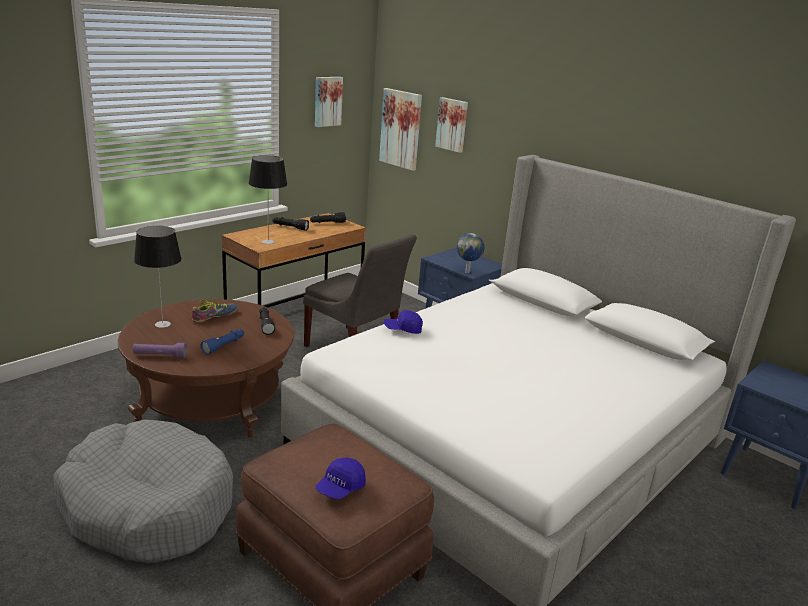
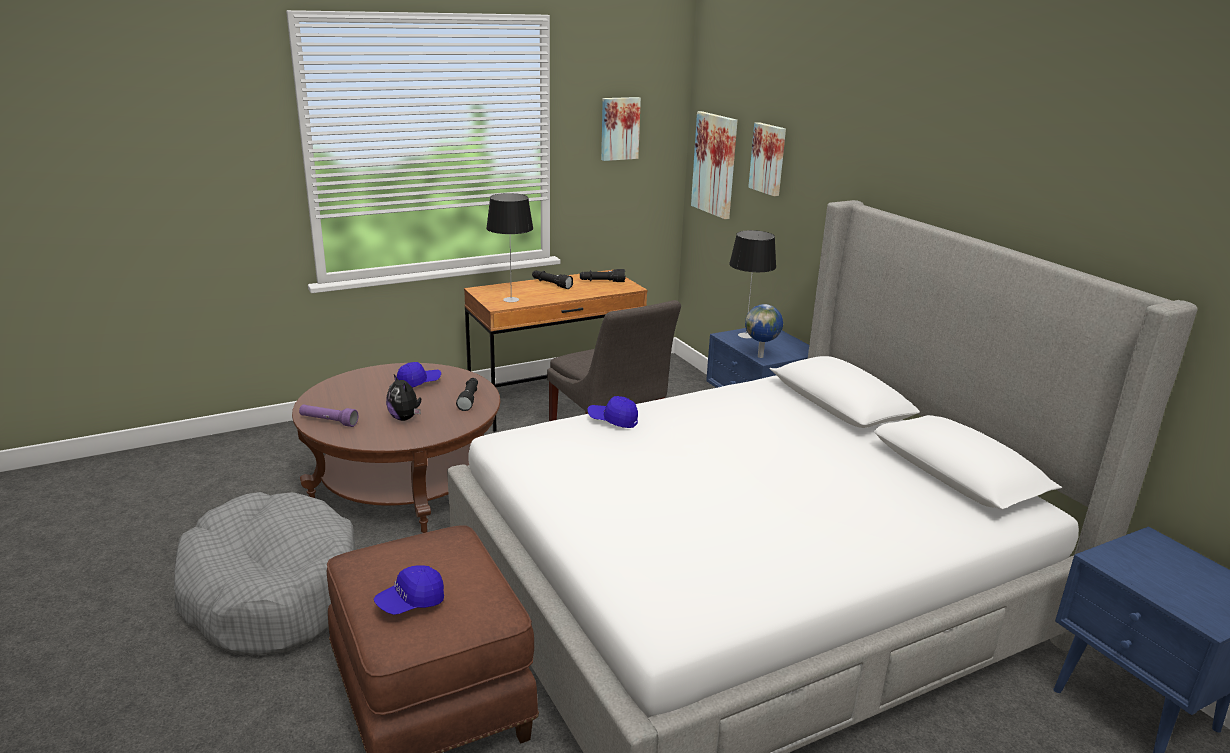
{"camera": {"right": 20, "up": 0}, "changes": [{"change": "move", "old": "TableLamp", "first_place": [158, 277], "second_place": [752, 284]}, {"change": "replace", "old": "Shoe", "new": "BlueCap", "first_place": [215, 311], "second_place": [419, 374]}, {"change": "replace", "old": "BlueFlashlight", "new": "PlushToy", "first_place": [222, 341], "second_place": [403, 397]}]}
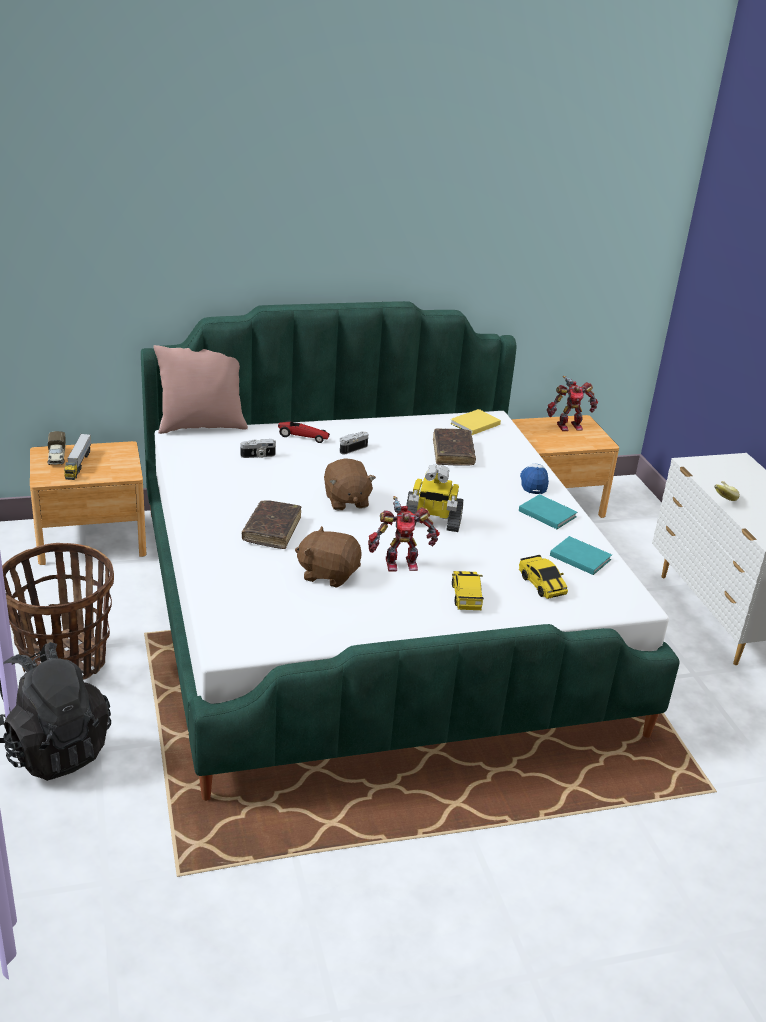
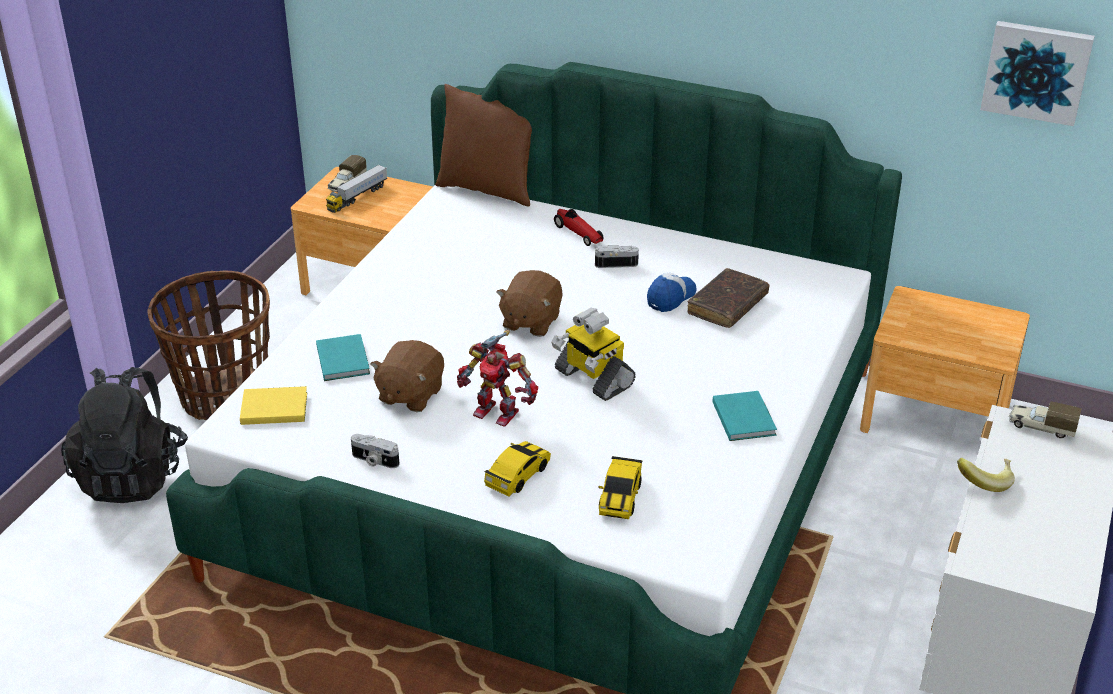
{"camera": {"right": 40, "up": 5}, "changes": [{"change": "delete", "old": "BrownBook", "first_place": [271, 525]}, {"change": "delete", "old": "ToyRobot", "first_place": [572, 403]}, {"change": "insert", "new": "Picture", "second_place": [1037, 73]}, {"change": "insert", "new": "ToyTruck", "second_place": [1045, 419]}, {"change": "move", "old": "PhotoCamera", "first_place": [258, 448], "second_place": [375, 451]}, {"change": "move", "old": "YellowBook", "first_place": [475, 422], "second_place": [273, 405]}, {"change": "move", "old": "Cap", "first_place": [534, 479], "second_place": [672, 292]}, {"change": "move", "old": "TurquoiseBook", "first_place": [581, 555], "second_place": [343, 357]}, {"change": "recolor", "old": "PinkPillow", "new": "BrownPillow", "first_place": [200, 389], "second_place": [483, 145]}, {"change": "rotate", "old": "BrownPlushToy", "first_place": [328, 557], "second_place": [407, 376], "degrees": -120}]}
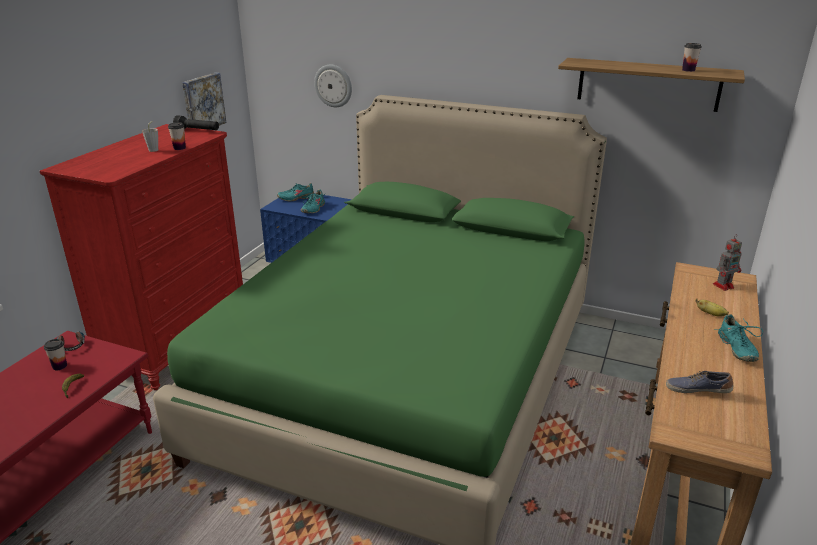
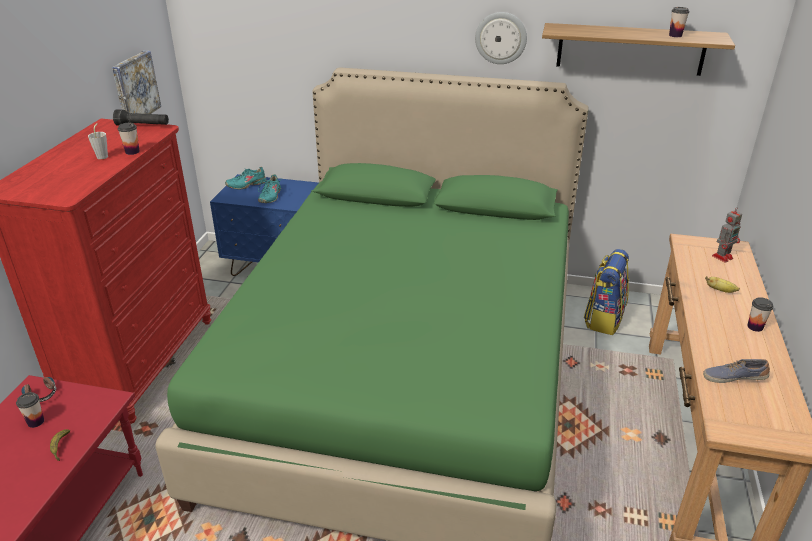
{"camera": {"right": -10, "up": 5}, "changes": [{"change": "insert", "new": "Backpack", "second_place": [606, 292]}, {"change": "move", "old": "WallClock", "first_place": [333, 85], "second_place": [501, 38]}, {"change": "replace", "old": "TurquoiseShoe", "new": "Cup", "first_place": [738, 338], "second_place": [760, 314]}]}
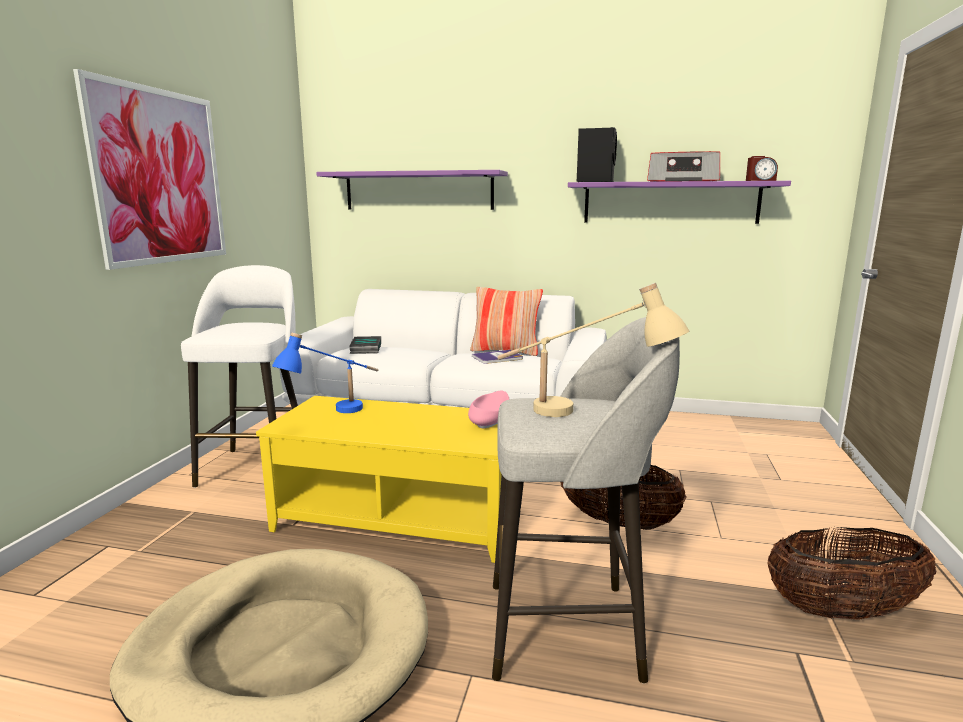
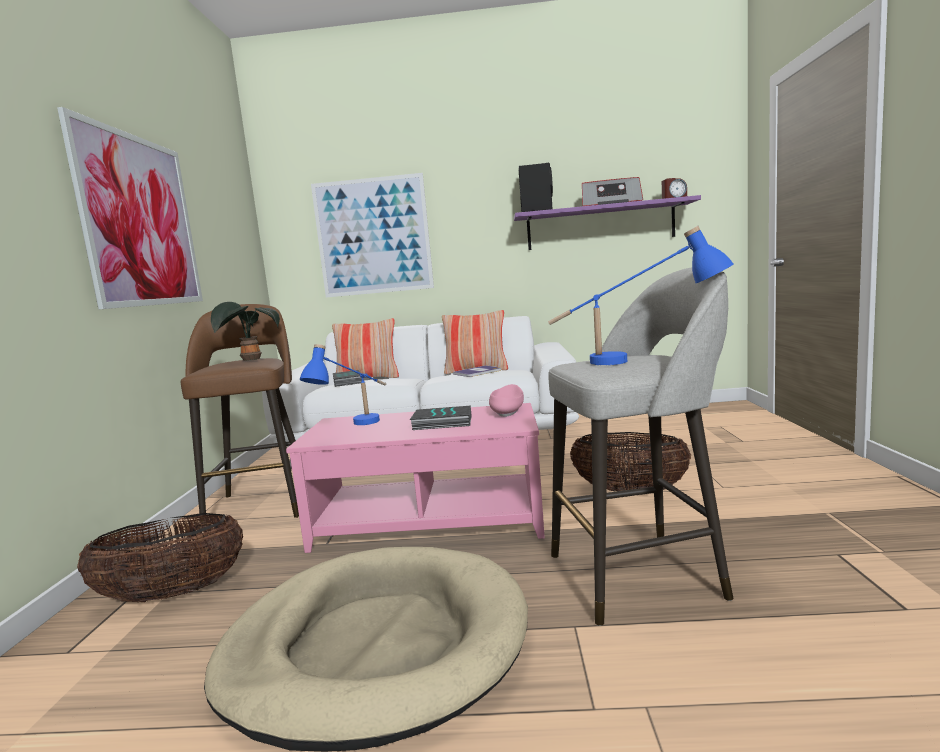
{"camera": {"right": -10, "up": -5}, "changes": [{"change": "insert", "new": "PottedPlant", "second_place": [245, 331]}, {"change": "insert", "new": "Pillow", "second_place": [365, 348]}, {"change": "insert", "new": "Book", "second_place": [441, 418]}, {"change": "move", "old": "Basket", "first_place": [852, 573], "second_place": [160, 557]}, {"change": "replace", "old": "PurpleShelf", "new": "Picture", "first_place": [412, 190], "second_place": [372, 235]}, {"change": "recolor", "old": "WhiteStool", "new": "BrownStool", "first_place": [239, 376], "second_place": [240, 415]}, {"change": "recolor", "old": "YellowCoffeeTable", "new": "PinkCoffeeTable", "first_place": [379, 479], "second_place": [415, 478]}, {"change": "recolor", "old": "BeigeTableLamp", "new": "BlueTableLamp", "first_place": [593, 350], "second_place": [640, 295]}]}
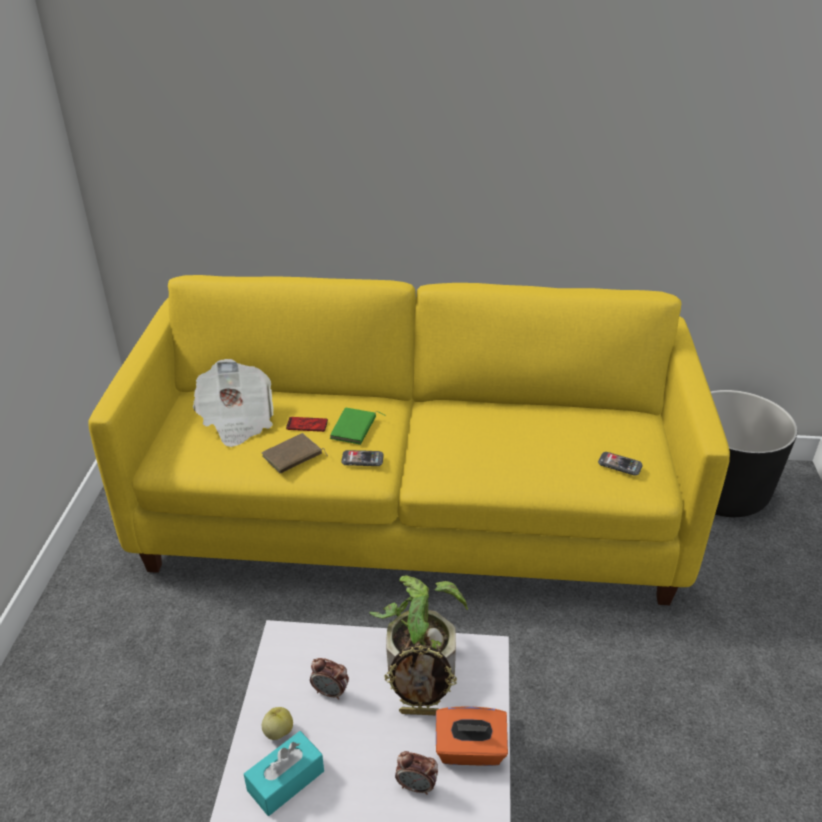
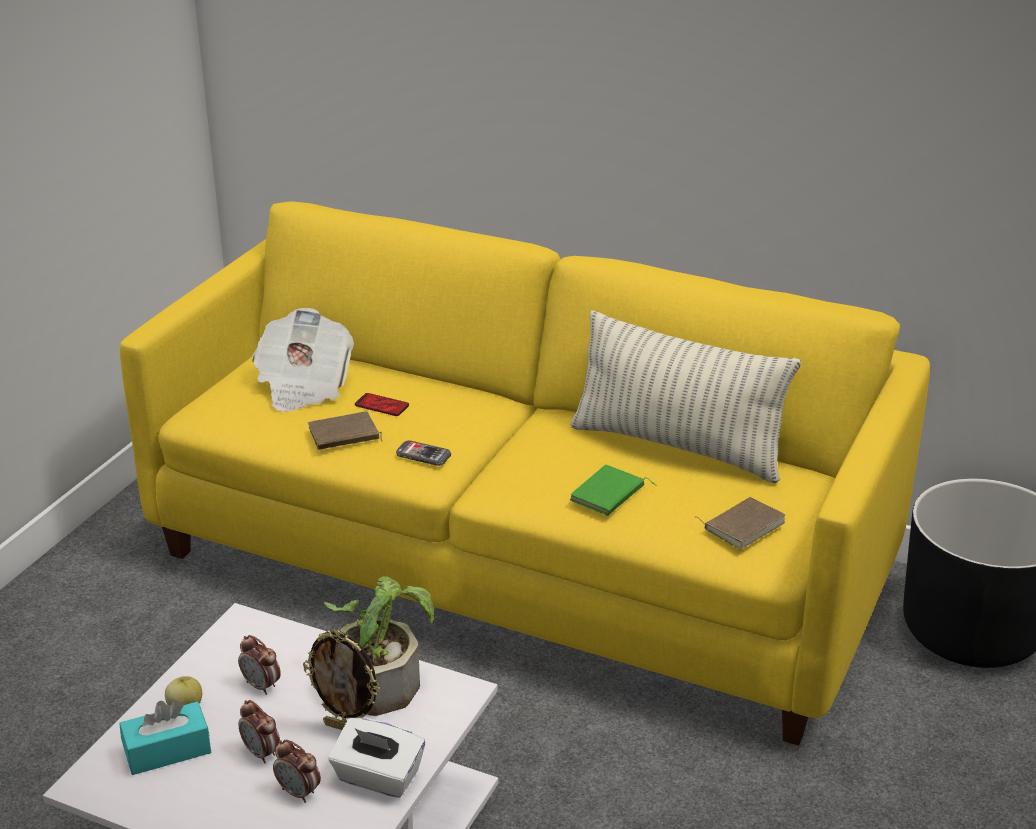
{"camera": {"right": 20, "up": -5}, "changes": [{"change": "insert", "new": "AlarmClock", "second_place": [259, 732]}, {"change": "insert", "new": "Pillow", "second_place": [685, 396]}, {"change": "move", "old": "GreenBook", "first_place": [358, 426], "second_place": [613, 490]}, {"change": "replace", "old": "Phone", "new": "BrownBook", "first_place": [620, 464], "second_place": [740, 523]}, {"change": "recolor", "old": "OrangeTissueBox", "new": "WhiteTissueBox", "first_place": [472, 736], "second_place": [376, 758]}]}
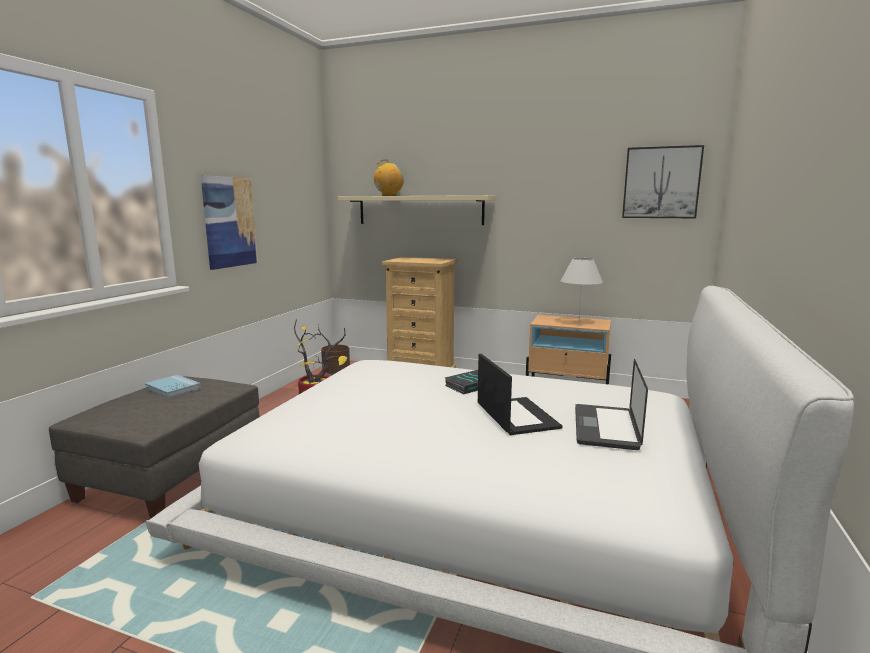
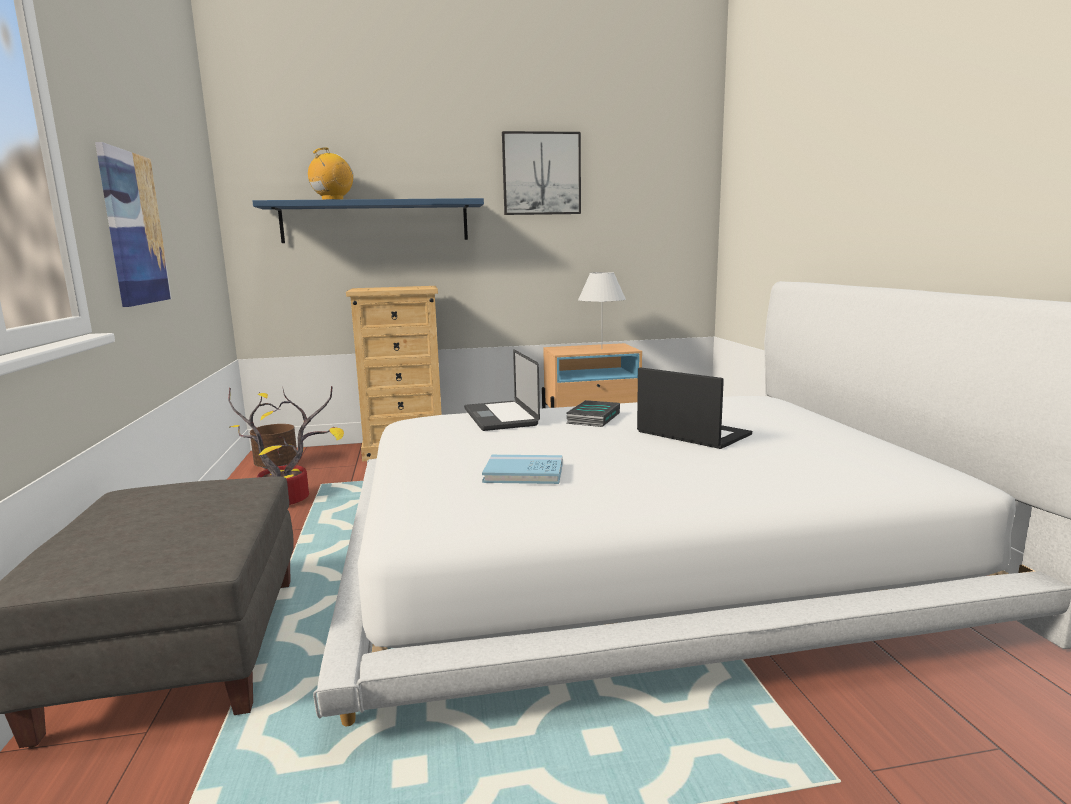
{"camera": {"right": -30, "up": 0}, "changes": [{"change": "move", "old": "BlueBook", "first_place": [173, 386], "second_place": [522, 469]}, {"change": "move", "old": "Laptop", "first_place": [611, 404], "second_place": [502, 390]}, {"change": "move", "old": "Picture", "first_place": [663, 181], "second_place": [541, 173]}, {"change": "recolor", "old": "BeigeShelf", "new": "BlueShelf", "first_place": [416, 210], "second_place": [368, 220]}]}
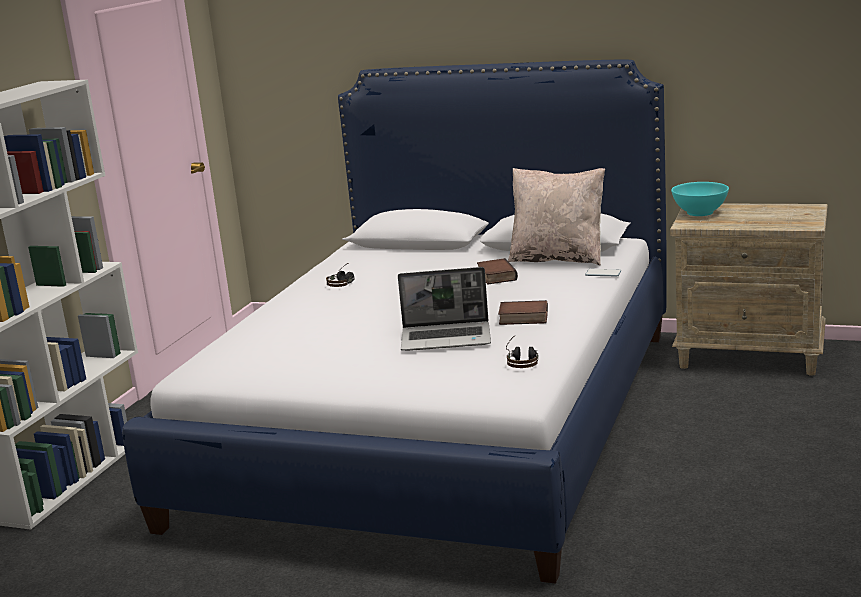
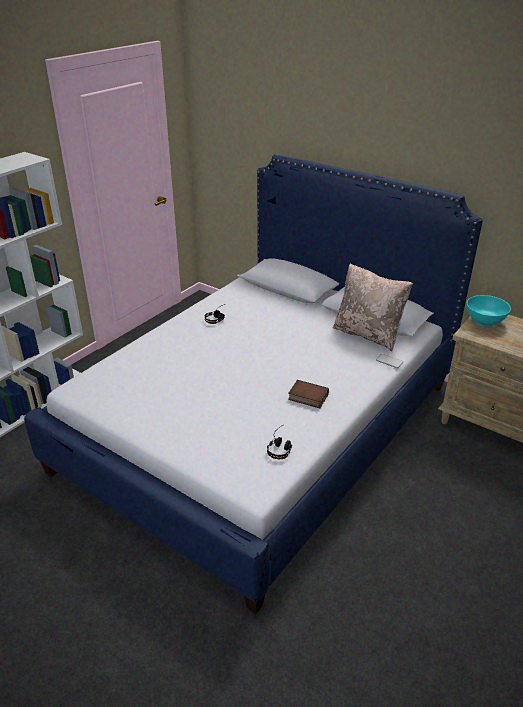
{"camera": {"right": 15, "up": 15}, "changes": [{"change": "delete", "old": "Laptop", "first_place": [444, 309]}, {"change": "delete", "old": "Book", "first_place": [497, 271]}]}
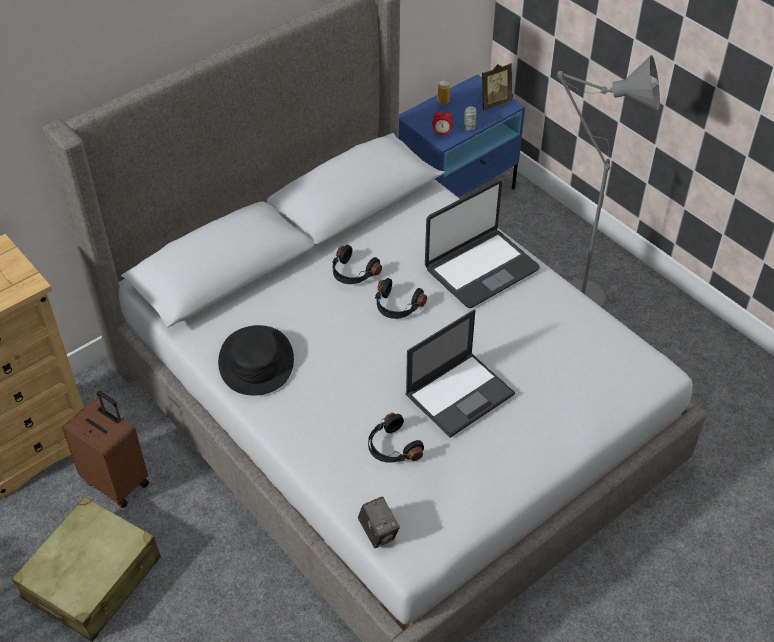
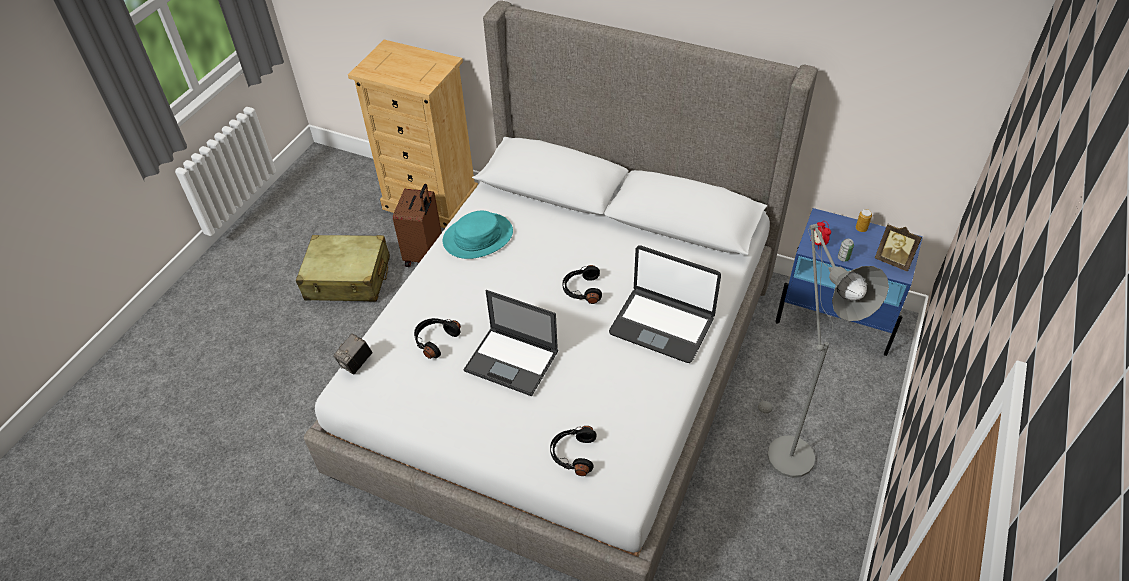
{"camera": {"right": 65, "up": 0}, "changes": [{"change": "move", "old": "BlackHeadphones", "first_place": [357, 264], "second_place": [573, 451]}, {"change": "recolor", "old": "BlackHat", "new": "TurquoiseHat", "first_place": [256, 360], "second_place": [478, 235]}]}
